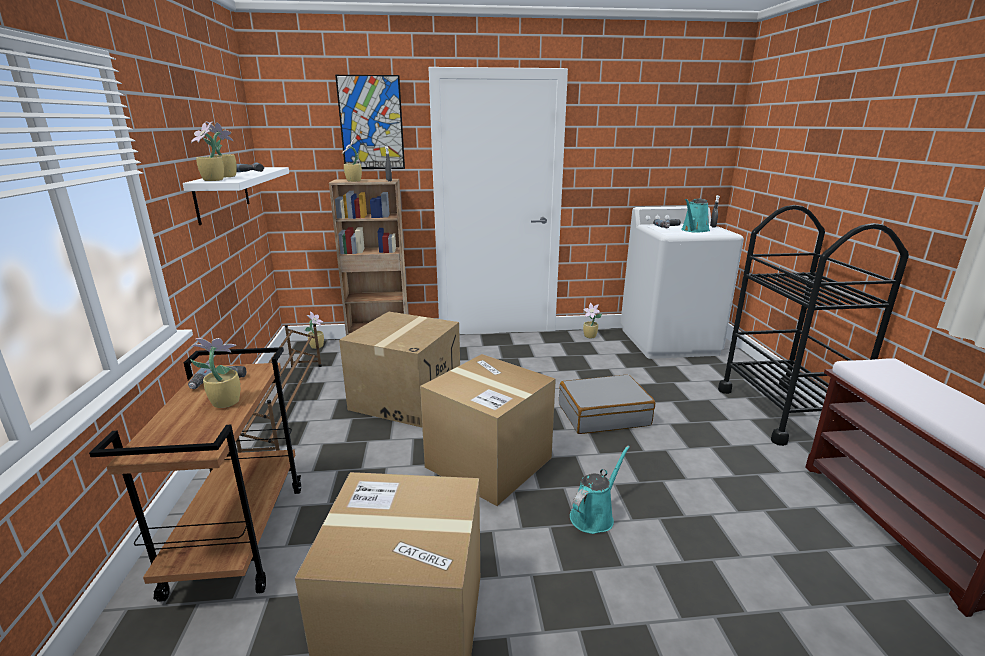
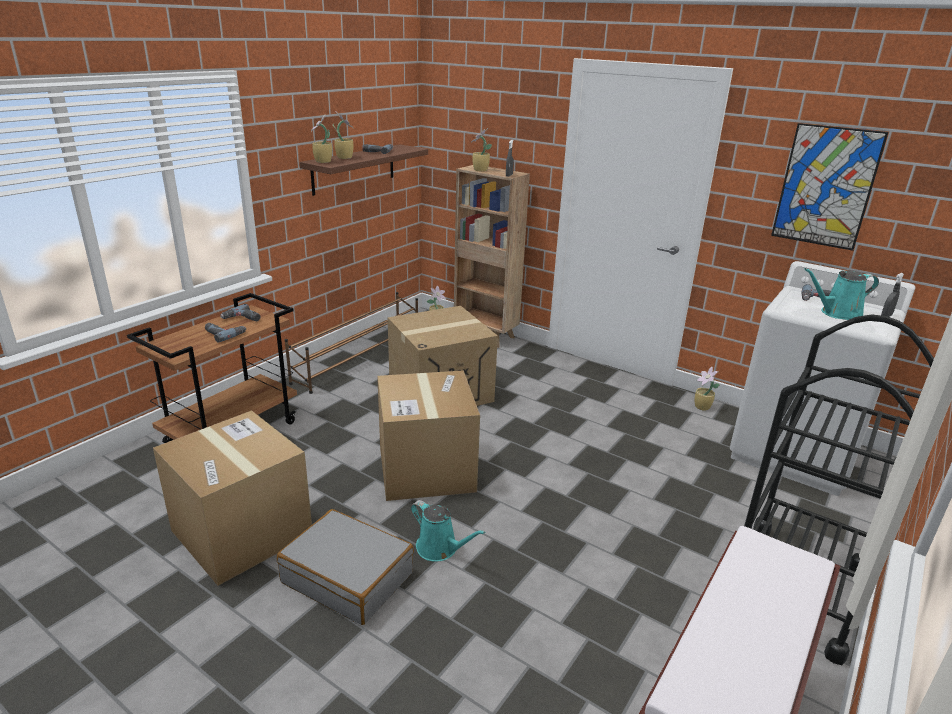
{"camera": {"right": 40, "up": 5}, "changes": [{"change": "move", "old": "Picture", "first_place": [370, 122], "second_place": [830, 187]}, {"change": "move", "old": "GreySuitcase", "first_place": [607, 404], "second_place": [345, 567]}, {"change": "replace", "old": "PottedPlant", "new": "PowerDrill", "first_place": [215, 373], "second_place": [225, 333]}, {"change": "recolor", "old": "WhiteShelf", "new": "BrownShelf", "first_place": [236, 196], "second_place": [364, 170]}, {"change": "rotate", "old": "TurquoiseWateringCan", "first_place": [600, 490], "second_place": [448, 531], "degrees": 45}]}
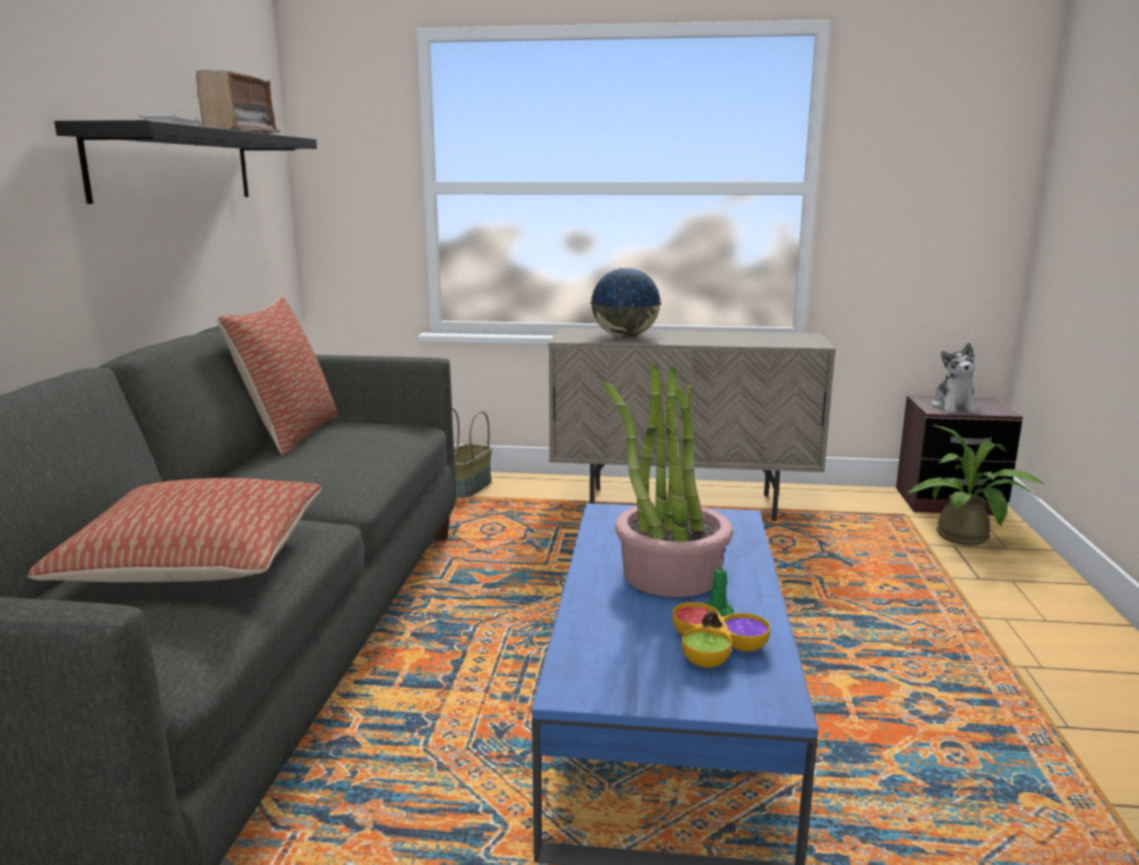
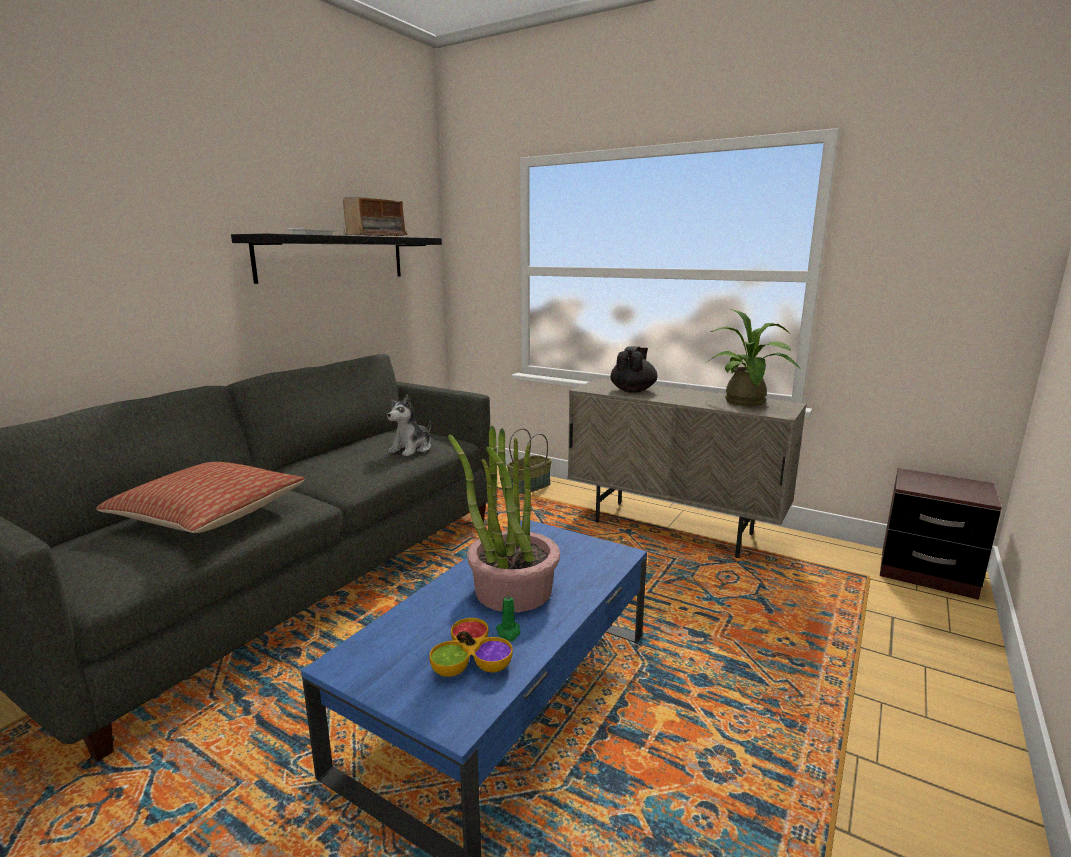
{"camera": {"right": 25, "up": 0}, "changes": [{"change": "delete", "old": "Pillow", "first_place": [277, 377]}, {"change": "move", "old": "PottedPlant", "first_place": [975, 484], "second_place": [753, 357]}, {"change": "move", "old": "PlushToy", "first_place": [955, 378], "second_place": [409, 425]}, {"change": "replace", "old": "Globe", "new": "BlackTeapot", "first_place": [626, 302], "second_place": [634, 369]}]}
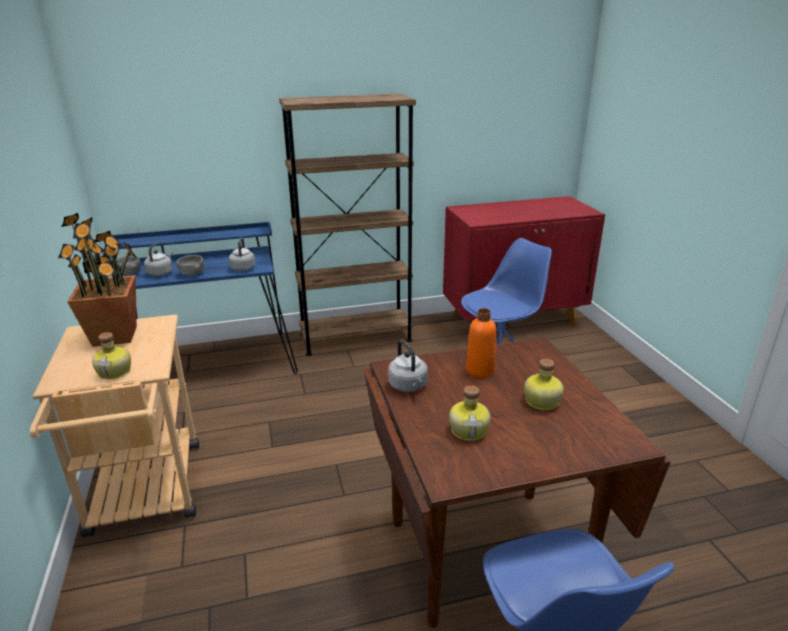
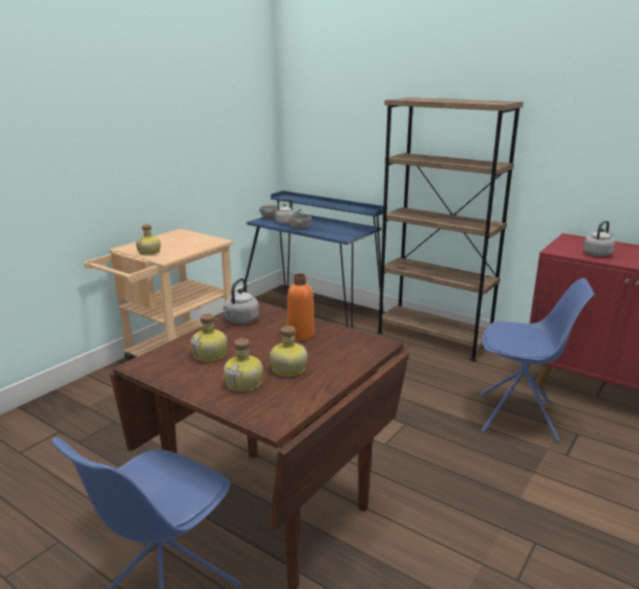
{"camera": {"right": 50, "up": -5}, "changes": [{"change": "delete", "old": "PottedPlant", "first_place": [97, 280]}, {"change": "insert", "new": "Bottle", "second_place": [243, 364]}, {"change": "move", "old": "GreyKettle", "first_place": [242, 254], "second_place": [599, 238]}]}
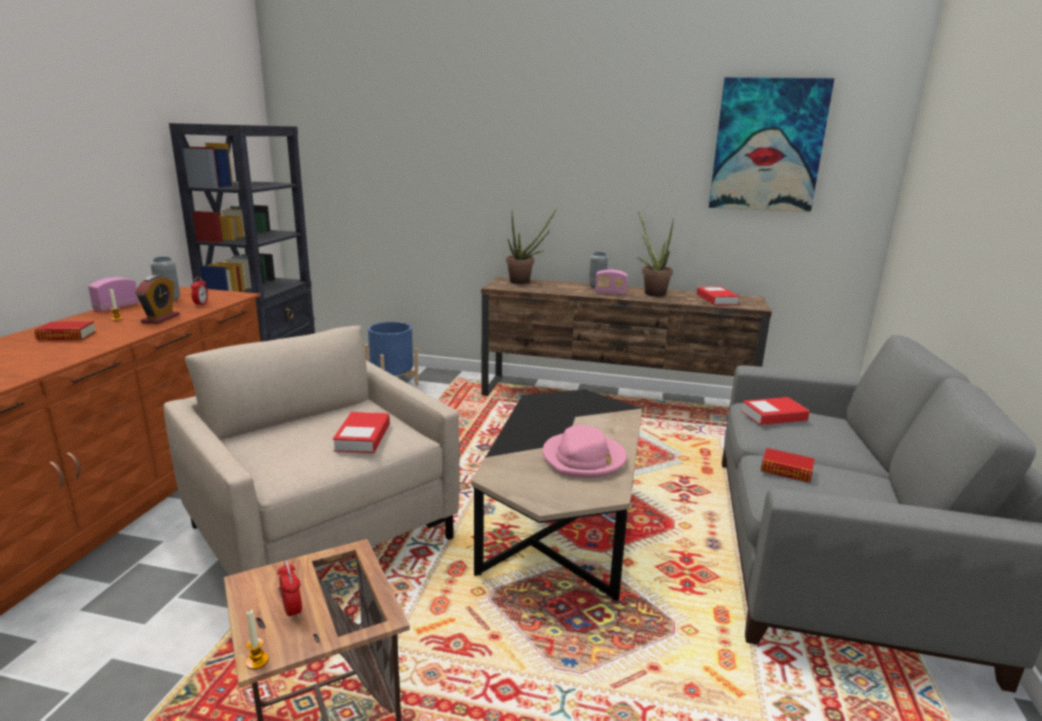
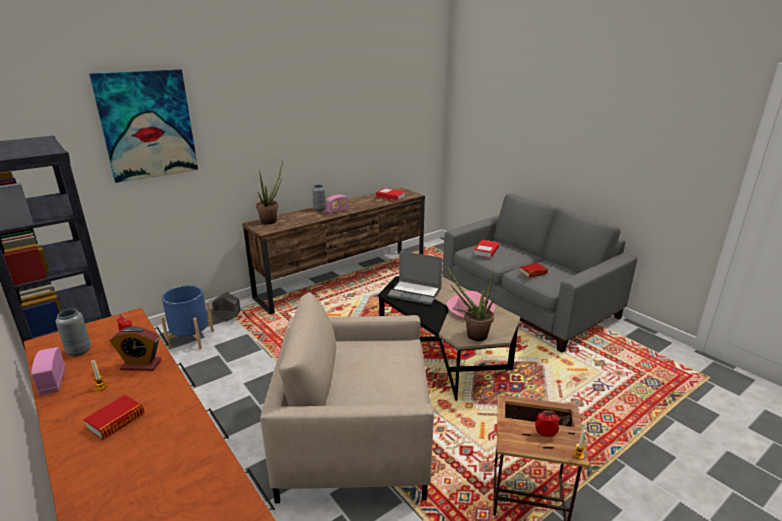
{"camera": {"right": -50, "up": 5}, "changes": [{"change": "delete", "old": "Book", "first_place": [361, 432]}, {"change": "insert", "new": "GreyPlanter", "second_place": [226, 307]}, {"change": "insert", "new": "Laptop", "second_place": [415, 278]}, {"change": "move", "old": "PottedPlant", "first_place": [655, 253], "second_place": [470, 303]}, {"change": "move", "old": "Picture", "first_place": [772, 145], "second_place": [143, 126]}, {"change": "rotate", "old": "AlarmClock", "first_place": [157, 299], "second_place": [136, 348], "degrees": 135}]}
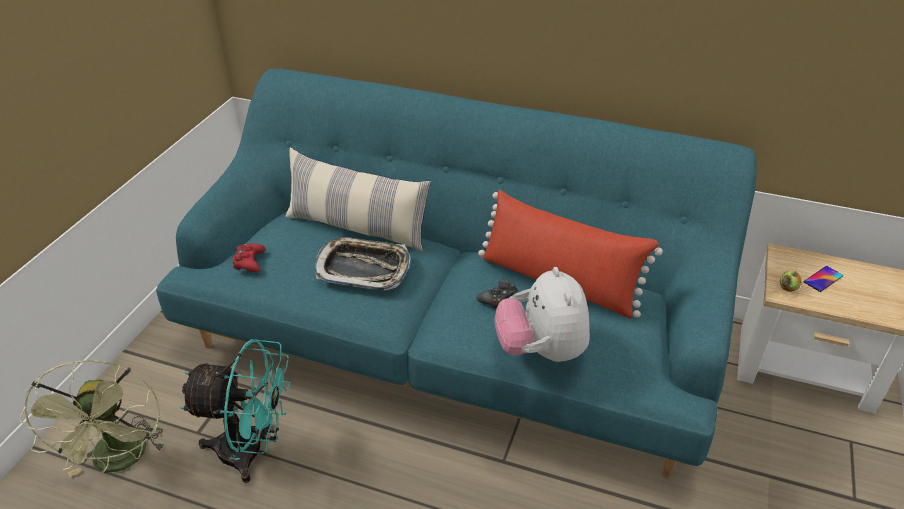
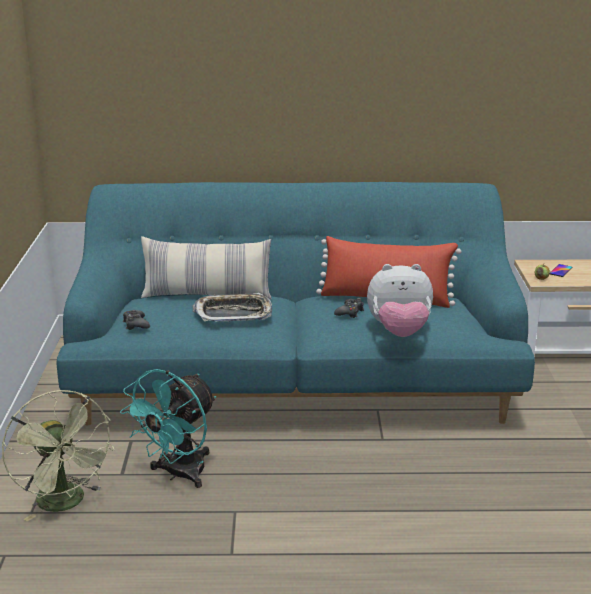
{"camera": {"right": -20, "up": -15}, "changes": [{"change": "recolor", "old": "RedGameController", "new": "BlackGameController", "first_place": [249, 258], "second_place": [136, 320]}, {"change": "rotate", "old": "TurquoiseFan", "first_place": [235, 411], "second_place": [168, 428], "degrees": 135}, {"change": "rotate", "old": "PlushToy", "first_place": [542, 314], "second_place": [400, 300], "degrees": -60}]}
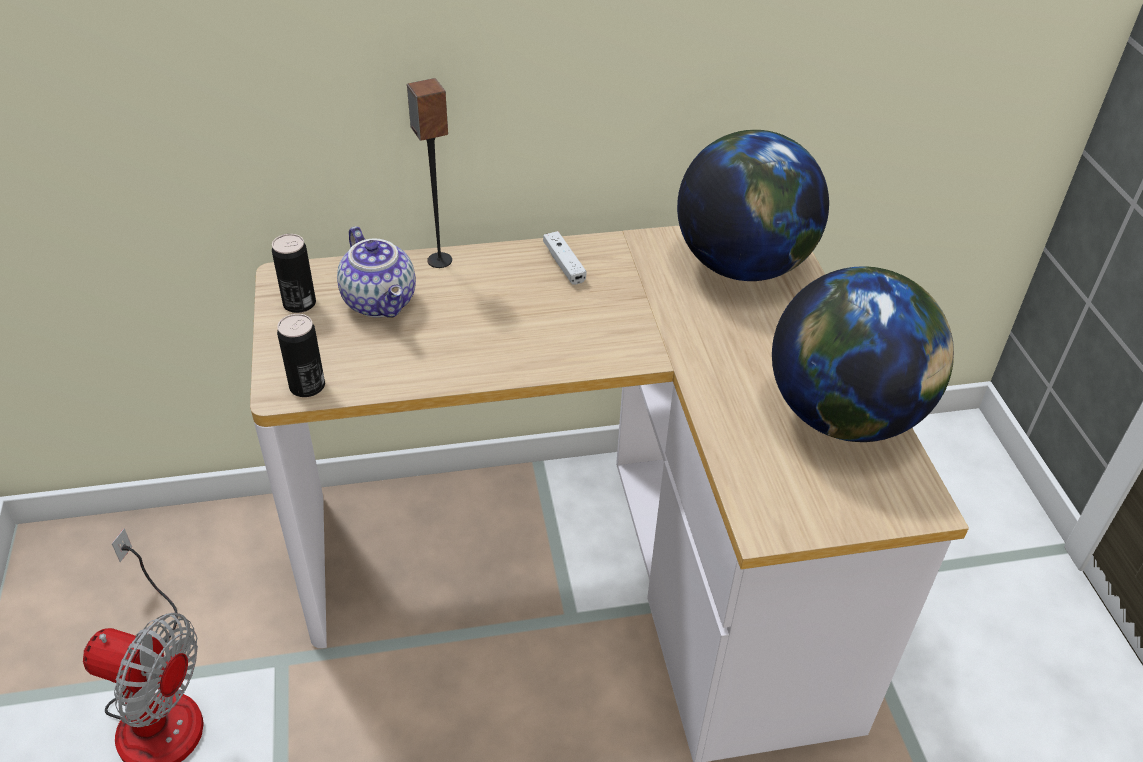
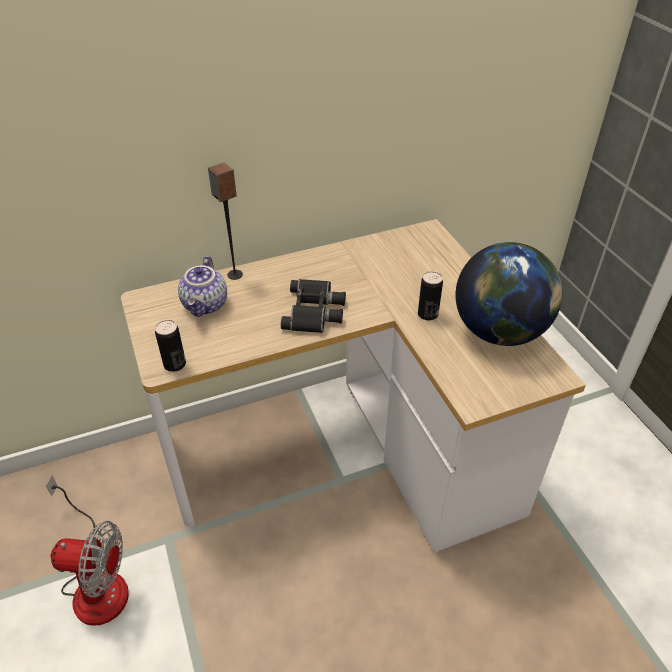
{"camera": {"right": -10, "up": 0}, "changes": [{"change": "delete", "old": "WhiteGameController", "first_place": [564, 258]}, {"change": "delete", "old": "Globe", "first_place": [753, 205]}, {"change": "insert", "new": "BlackBinoculars", "second_place": [313, 306]}, {"change": "move", "old": "Can", "first_place": [294, 273], "second_place": [430, 296]}, {"change": "rotate", "old": "Teapot", "first_place": [376, 272], "second_place": [202, 286], "degrees": 45}]}
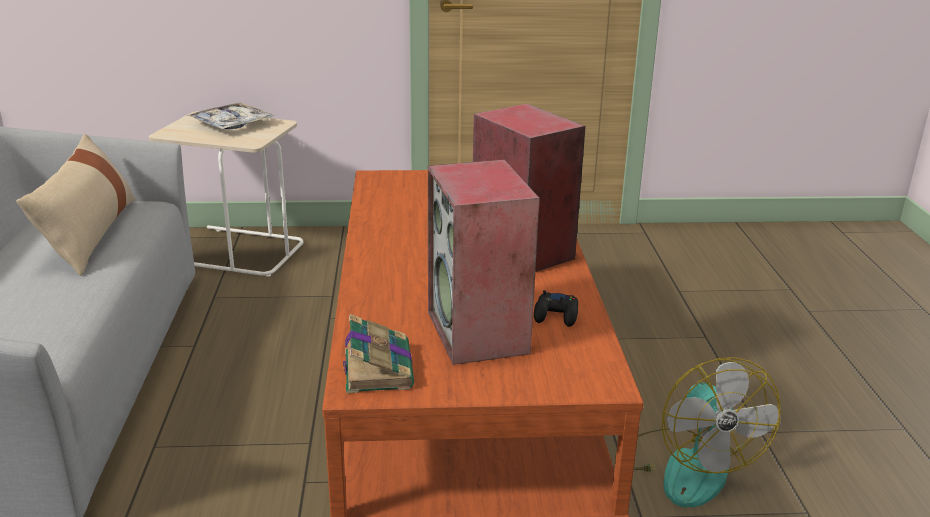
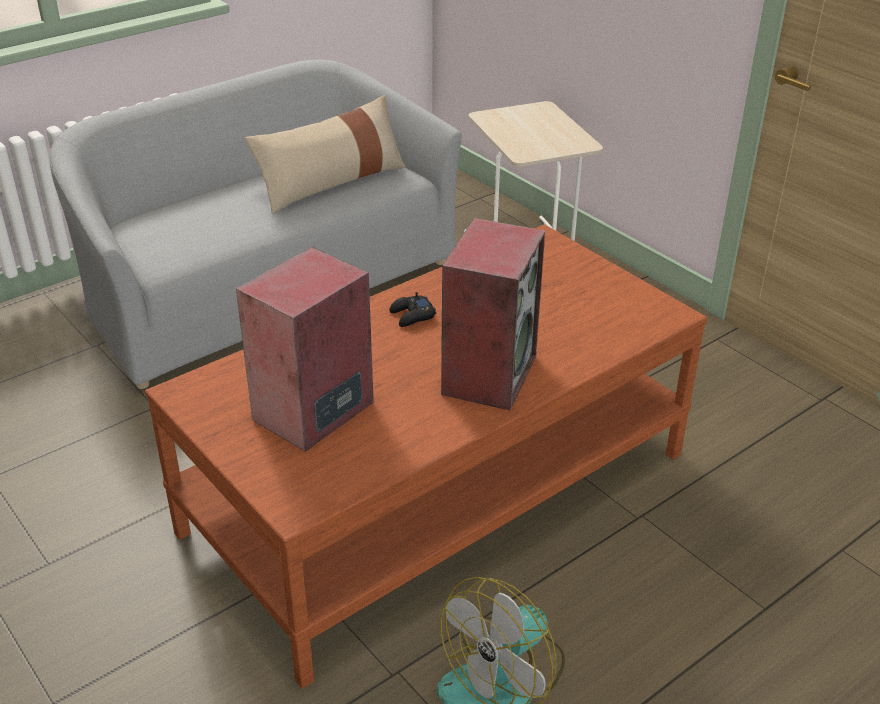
{"camera": {"right": 55, "up": 10}, "changes": [{"change": "delete", "old": "Tray", "first_place": [230, 116]}, {"change": "delete", "old": "Book", "first_place": [378, 353]}, {"change": "move", "old": "BlackGameController", "first_place": [556, 308], "second_place": [413, 309]}]}
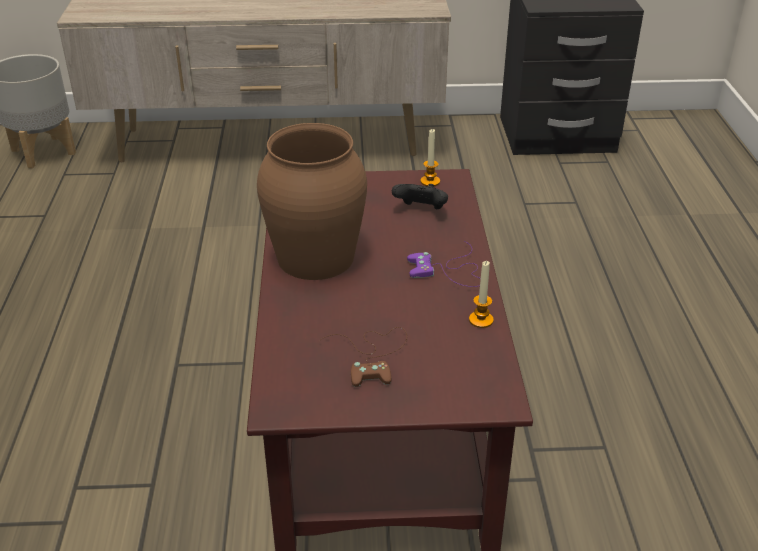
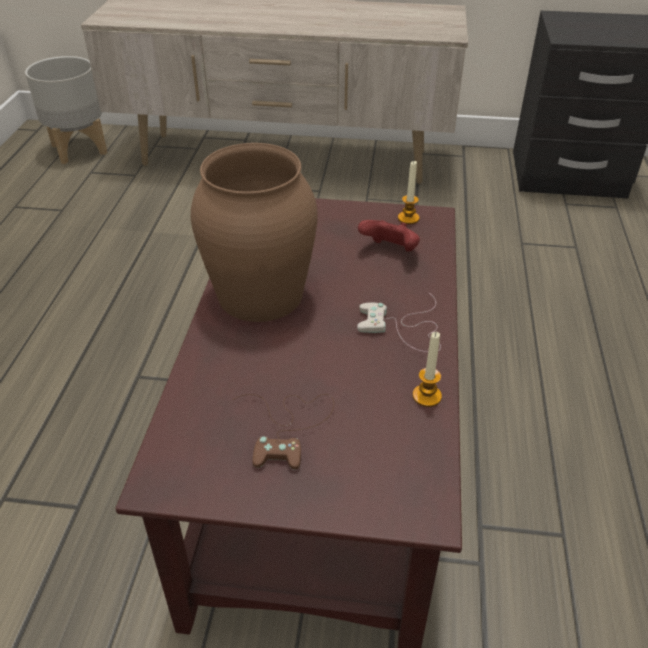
{"camera": {"right": 10, "up": 5}, "changes": [{"change": "recolor", "old": "BlackGameController", "new": "RedGameController", "first_place": [420, 196], "second_place": [389, 236]}, {"change": "recolor", "old": "PurpleGameController", "new": "WhiteGameController", "first_place": [444, 264], "second_place": [399, 322]}]}
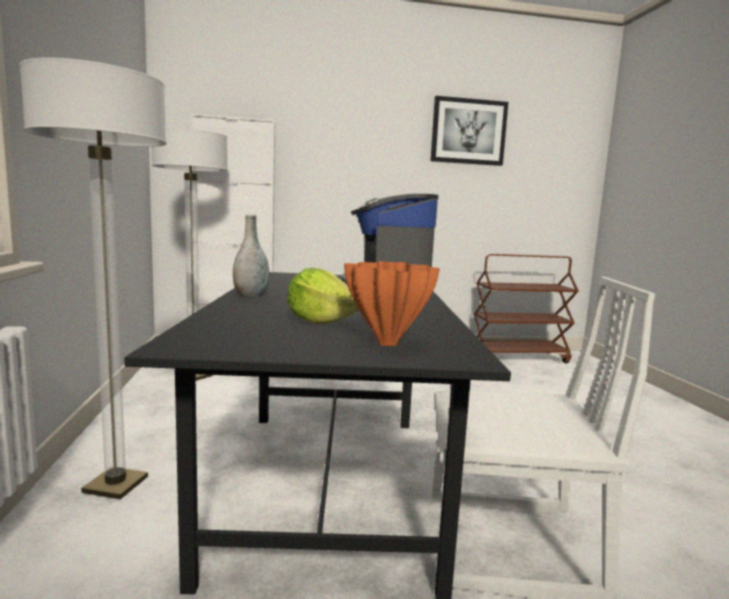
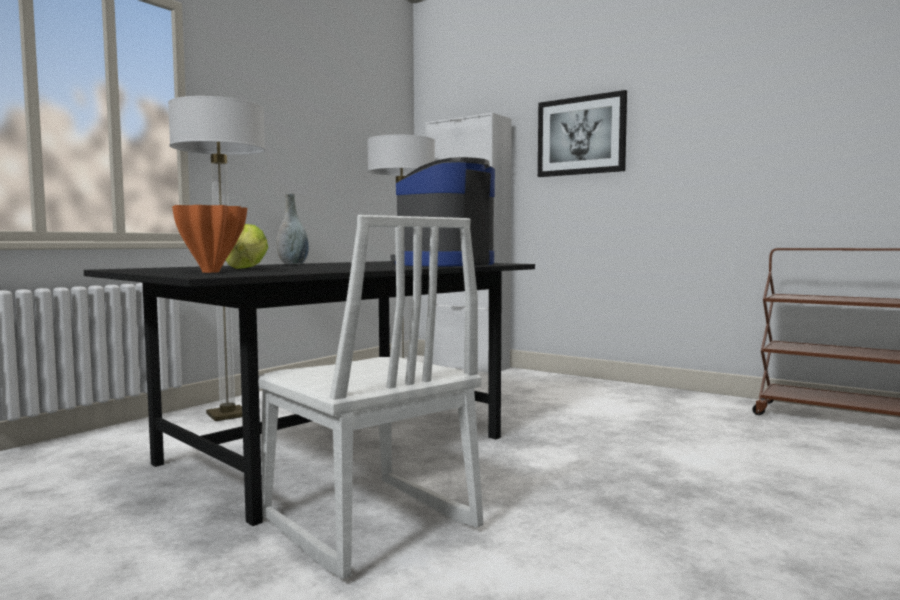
{"camera": {"right": 45, "up": -5}, "changes": [{"change": "move", "old": "Picture", "first_place": [469, 131], "second_place": [582, 133]}]}
